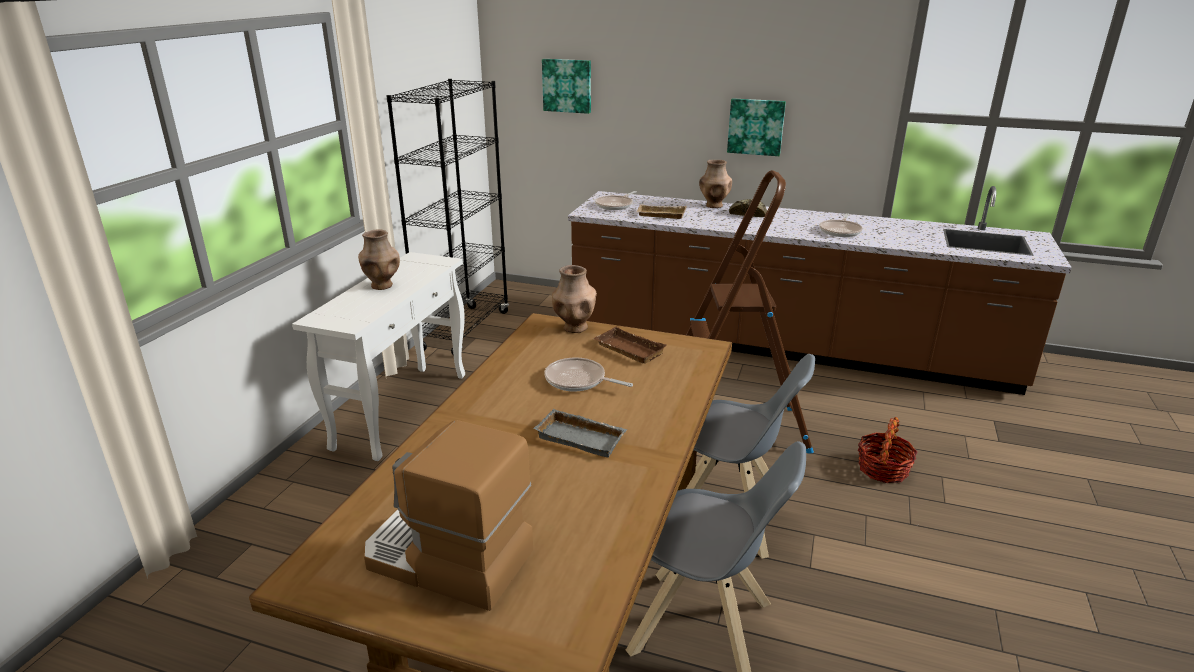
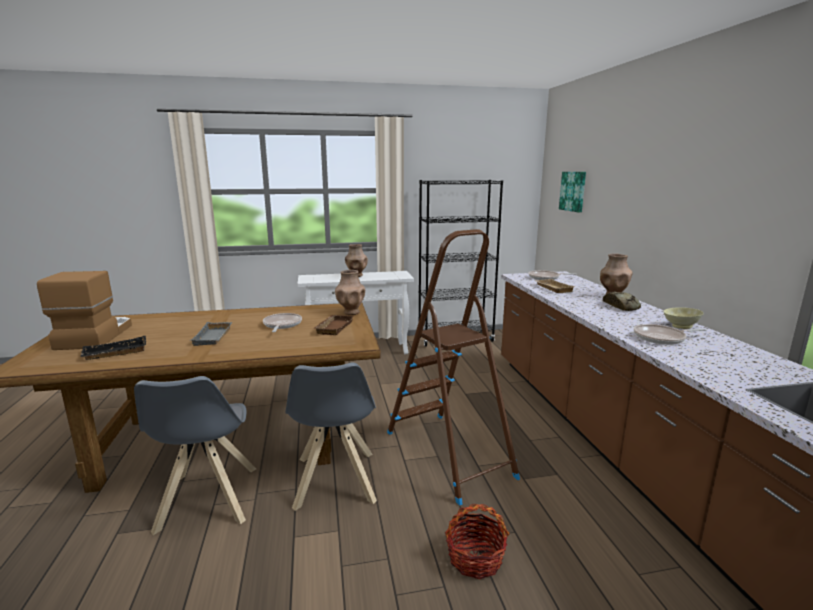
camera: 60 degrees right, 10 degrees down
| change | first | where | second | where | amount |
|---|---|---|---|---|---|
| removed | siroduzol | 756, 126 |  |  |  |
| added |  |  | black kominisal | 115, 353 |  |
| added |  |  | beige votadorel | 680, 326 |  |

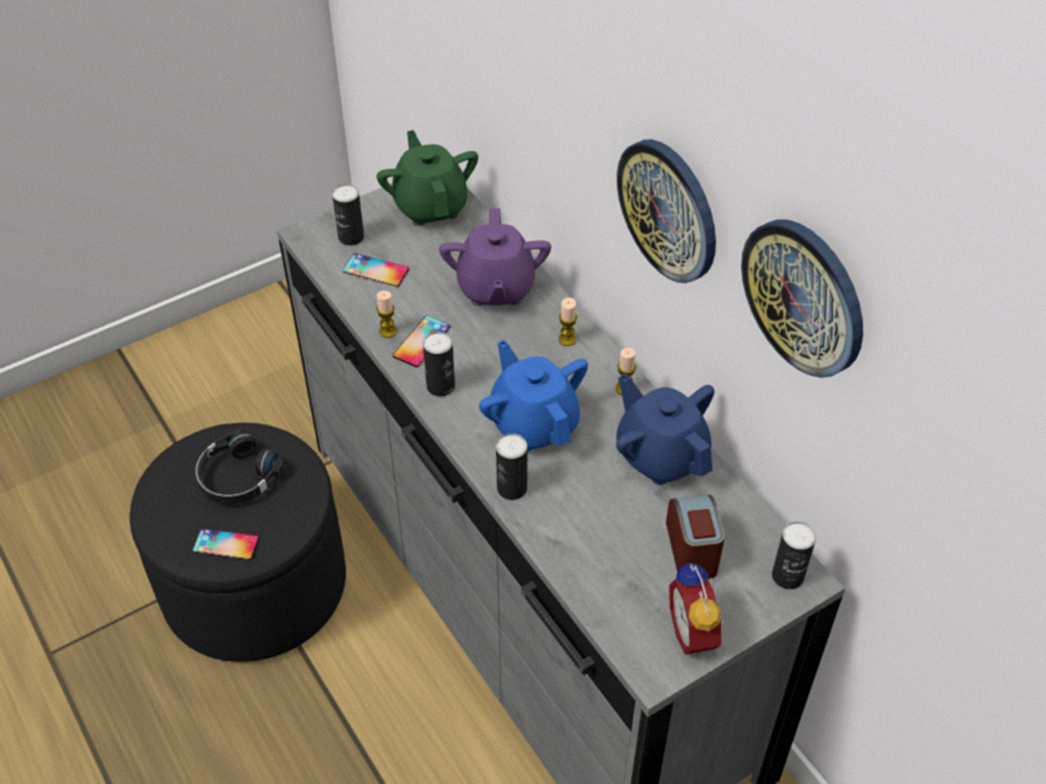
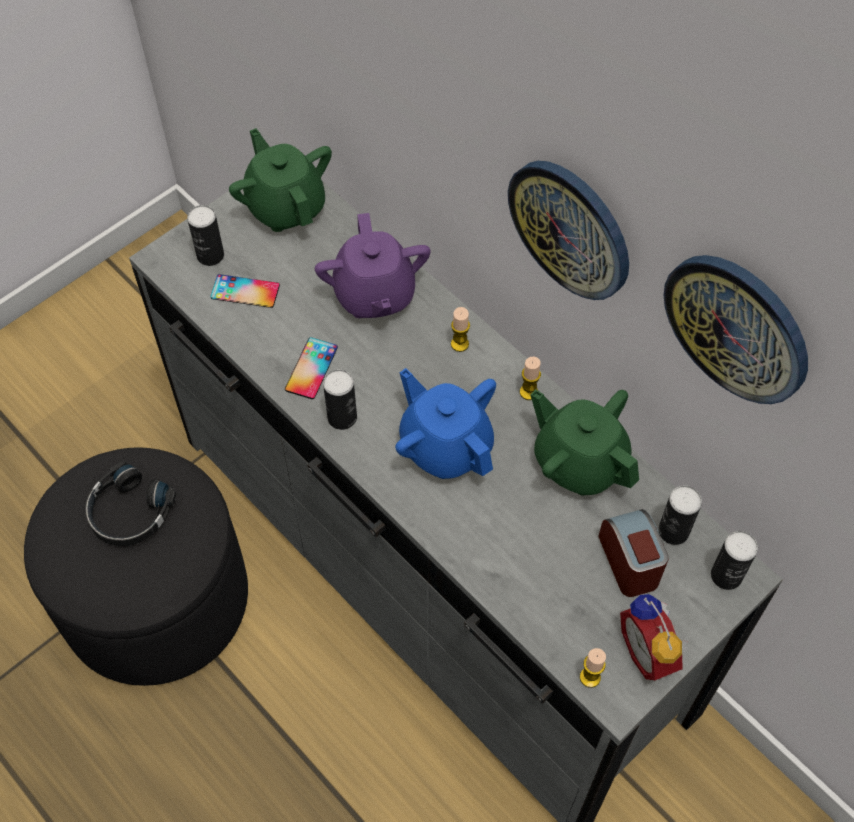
camera: 10 degrees left, 10 degrees up
| change | first | where | second | where | amount |
|---|---|---|---|---|---|
| removed | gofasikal | 226, 544 |  |  |  |
| moved | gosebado | 388, 331 |  | 590, 677 |  |
| moved | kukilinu | 512, 488 |  | 673, 531 |  |
| recoloured | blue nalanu | 661, 455 | green nalanu | 579, 461 |  |

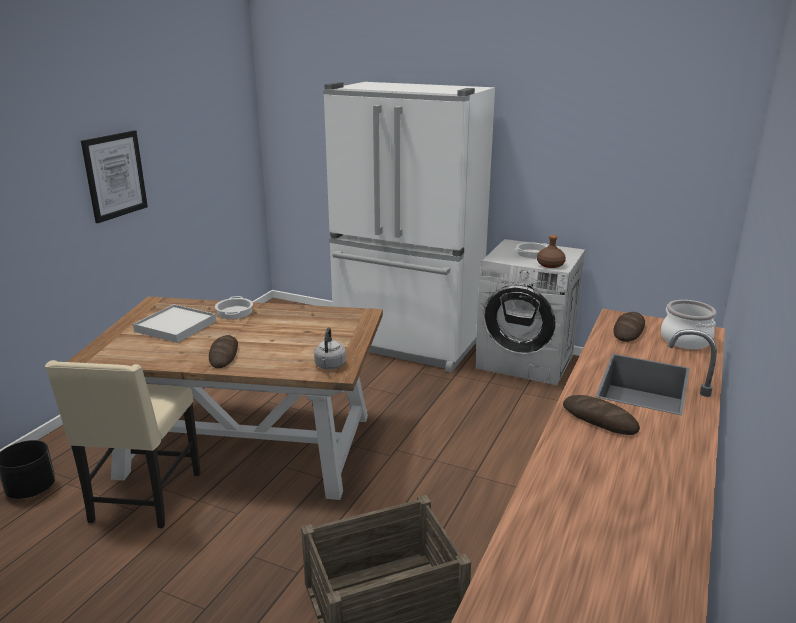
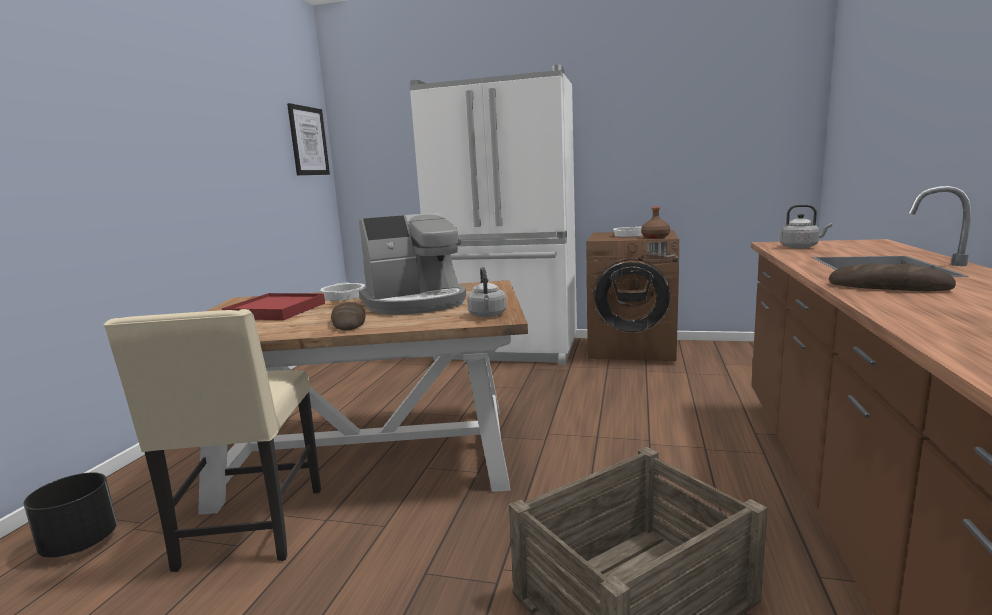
camera: 10 degrees left, 10 degrees down
| change | first | where | second | where | amount |
|---|---|---|---|---|---|
| removed | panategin | 686, 340 |  |  |  |
| added |  |  | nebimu | 416, 303 |  |
| moved | siroduzol | 115, 175 |  | 308, 141 |  |
| replaced | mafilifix | 629, 330 | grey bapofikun | 801, 247 |  |
| recoloured | white kominisal | 175, 326 | red kominisal | 276, 311 |  |
| recoloured | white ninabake | 525, 364 | brown ninabake | 632, 351 |  |

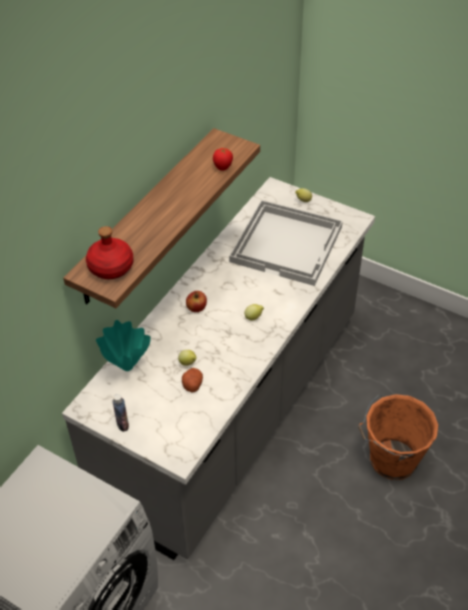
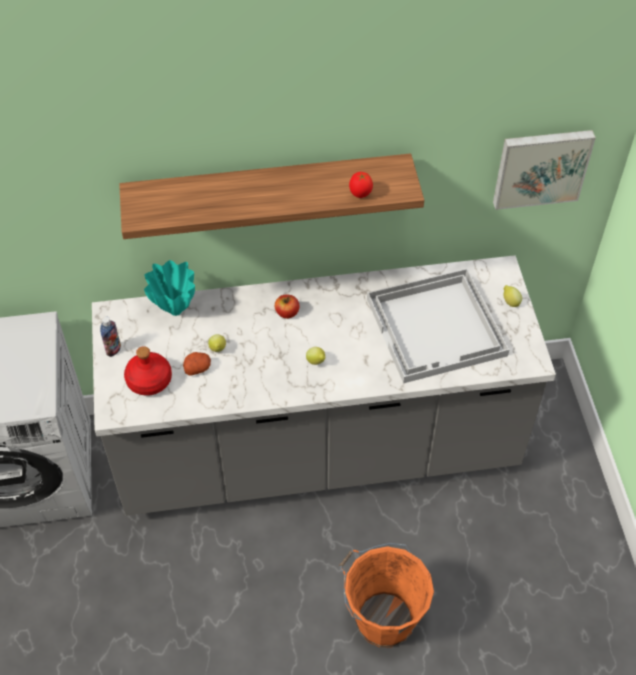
camera: 50 degrees right, 5 degrees up
| change | first | where | second | where | amount |
|---|---|---|---|---|---|
| added |  |  | siroduzol | 541, 167 |  |
| moved | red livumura | 111, 267 |  | 149, 381 |  |

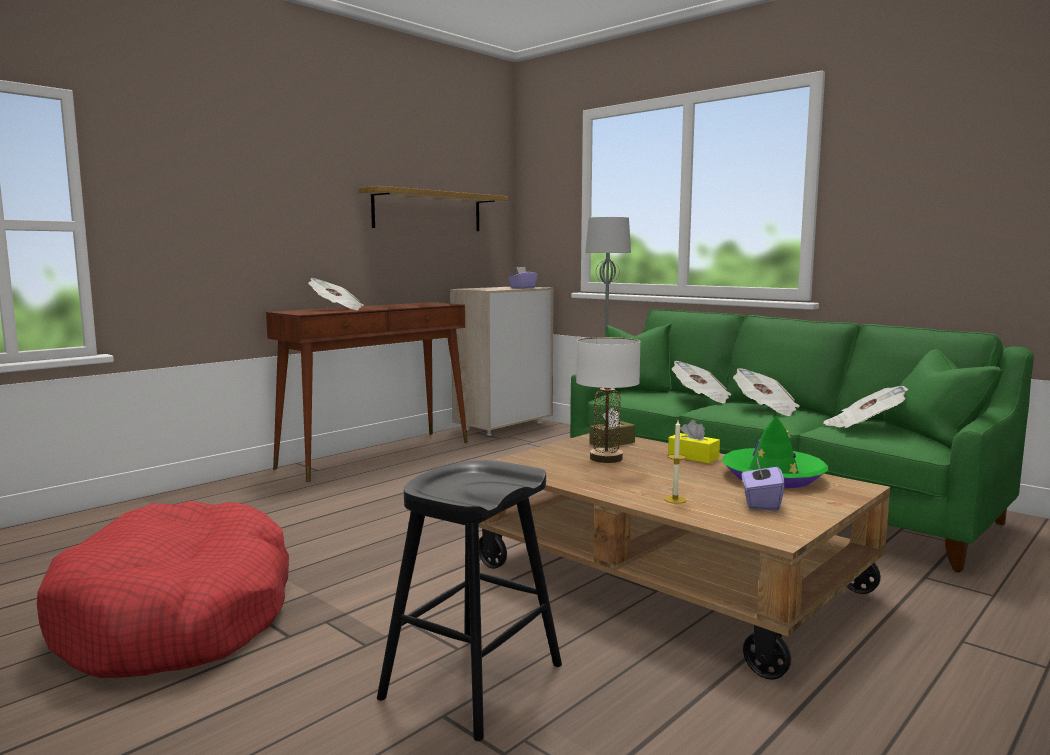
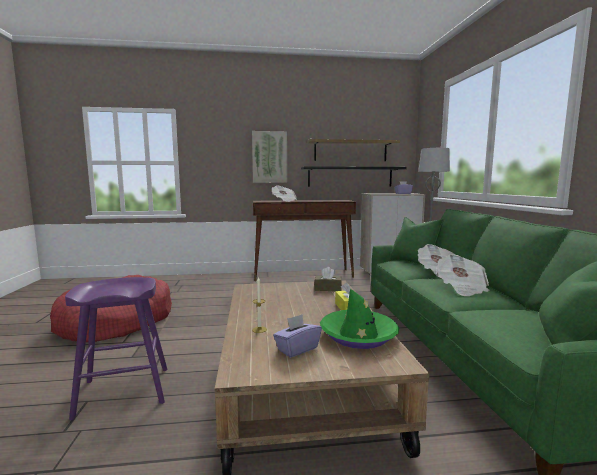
camera: 40 degrees right, 0 degrees up
| change | first | where | second | where | amount |
|---|---|---|---|---|---|
| removed | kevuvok | 606, 458 |  |  |  |
| removed | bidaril | 863, 427 |  |  |  |
| added |  |  | siroduzol | 269, 157 |  |
| added |  |  | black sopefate | 350, 177 |  |
| recoloured | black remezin | 472, 682 | purple remezin | 123, 392 |  |

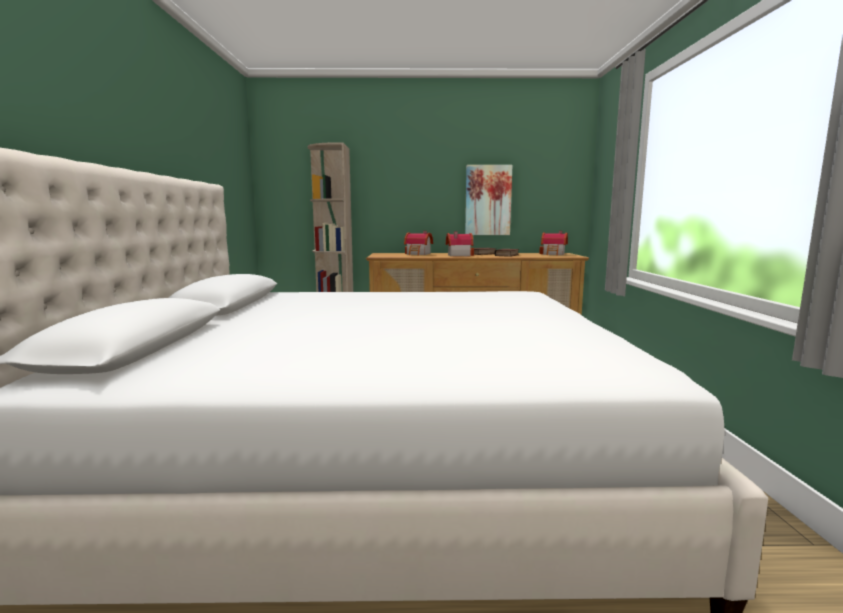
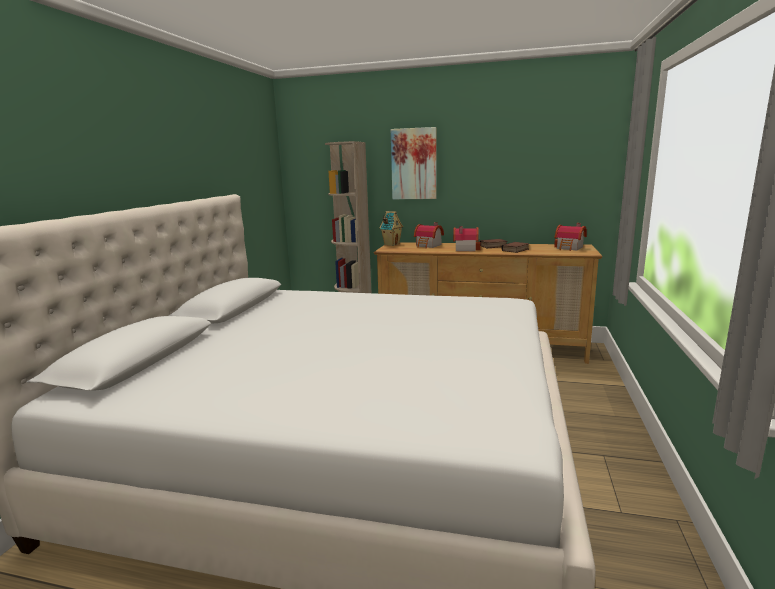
camera: 15 degrees right, 5 degrees up
| change | first | where | second | where | amount |
|---|---|---|---|---|---|
| added |  |  | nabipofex | 391, 244 |  |
| moved | siroduzol | 488, 200 |  | 414, 164 |  |

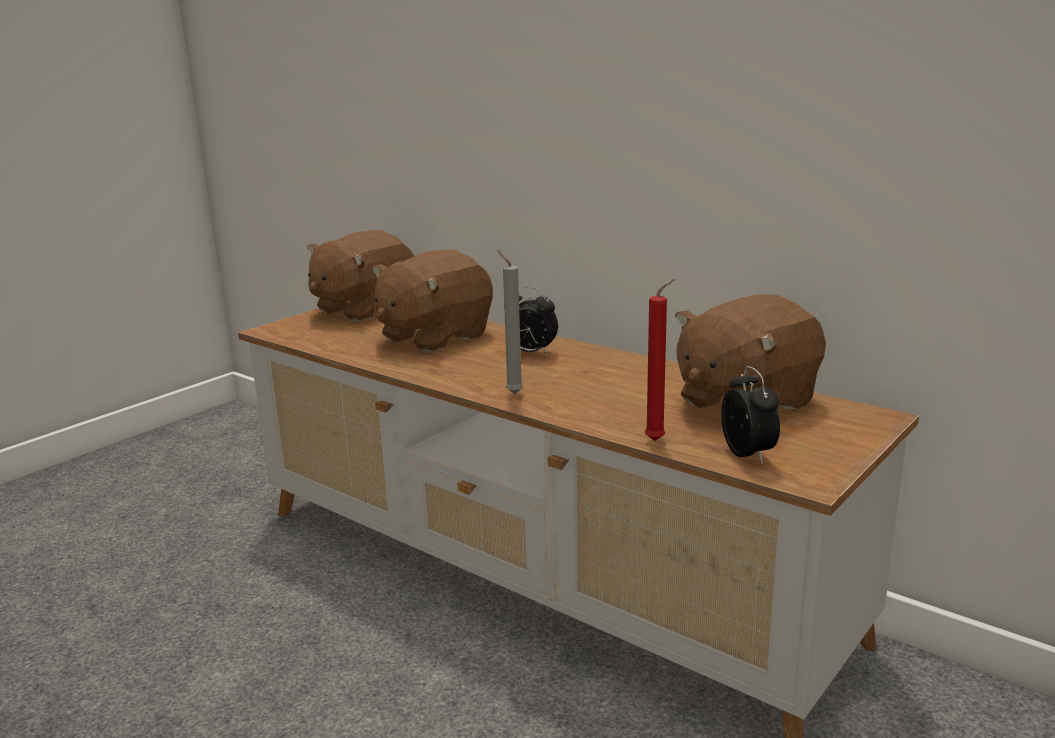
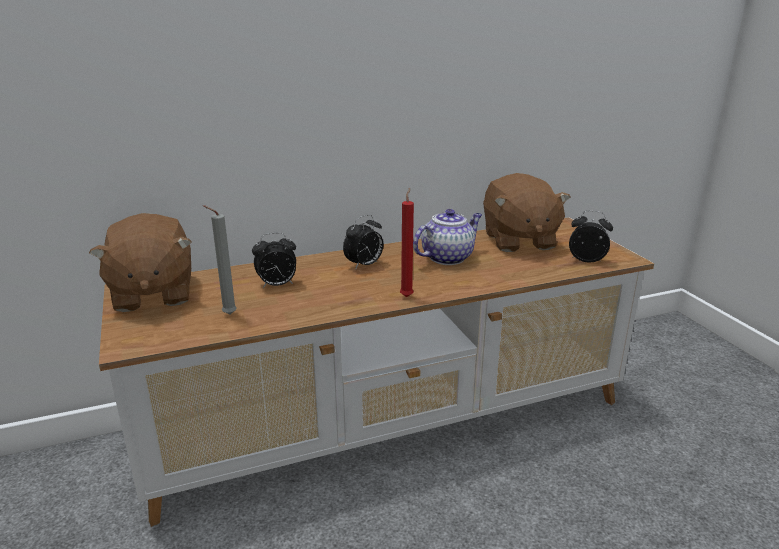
camera: 60 degrees left, 5 degrees up
| change | first | where | second | where | amount |
|---|---|---|---|---|---|
| added |  |  | nalanu | 447, 257 |  |
| moved | grey gosebado | 512, 393 |  | 227, 314 |  |
| moved | red gosebado | 658, 440 |  | 407, 296 |  |
| replaced | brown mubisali | 433, 337 | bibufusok | 277, 285 |  |

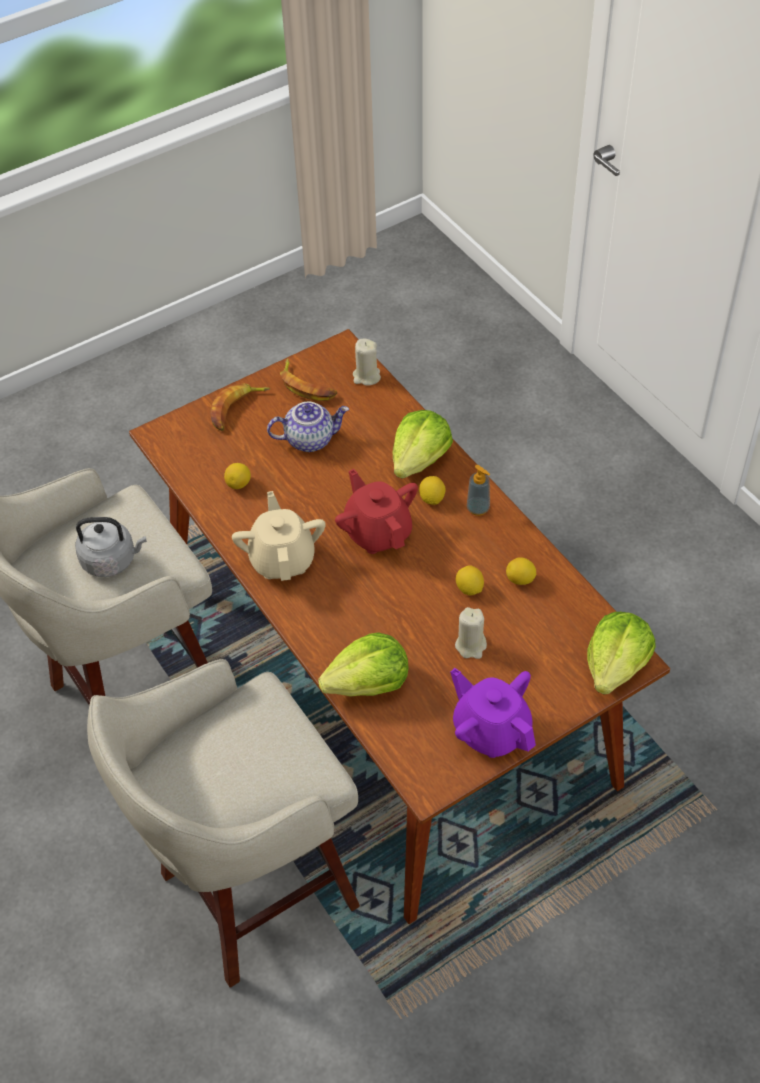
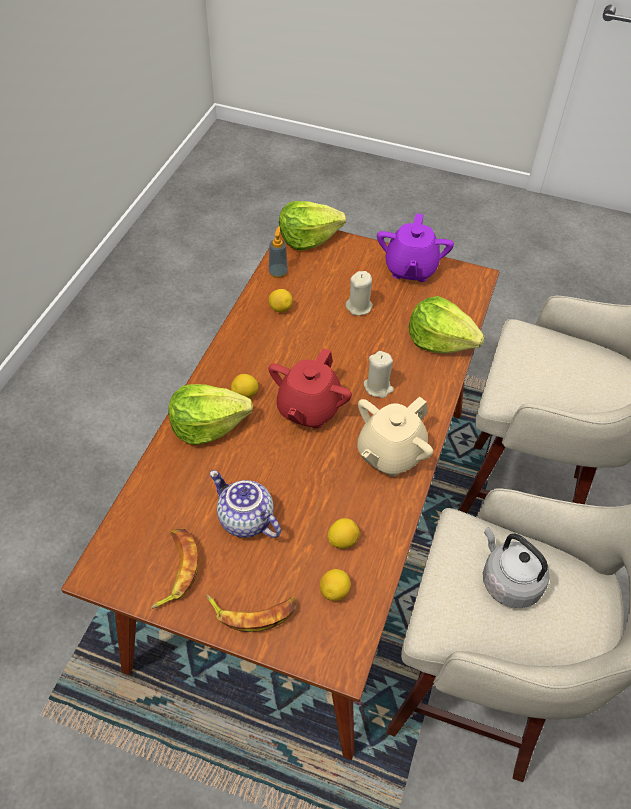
camera: 130 degrees left, 0 degrees up
| change | first | where | second | where | amount |
|---|---|---|---|---|---|
| moved | beige gosebado | 366, 376 |  | 378, 387 |  |
| moved | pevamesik | 469, 589 |  | 334, 591 |  |
| moved | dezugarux | 478, 508 |  | 278, 273 |  |

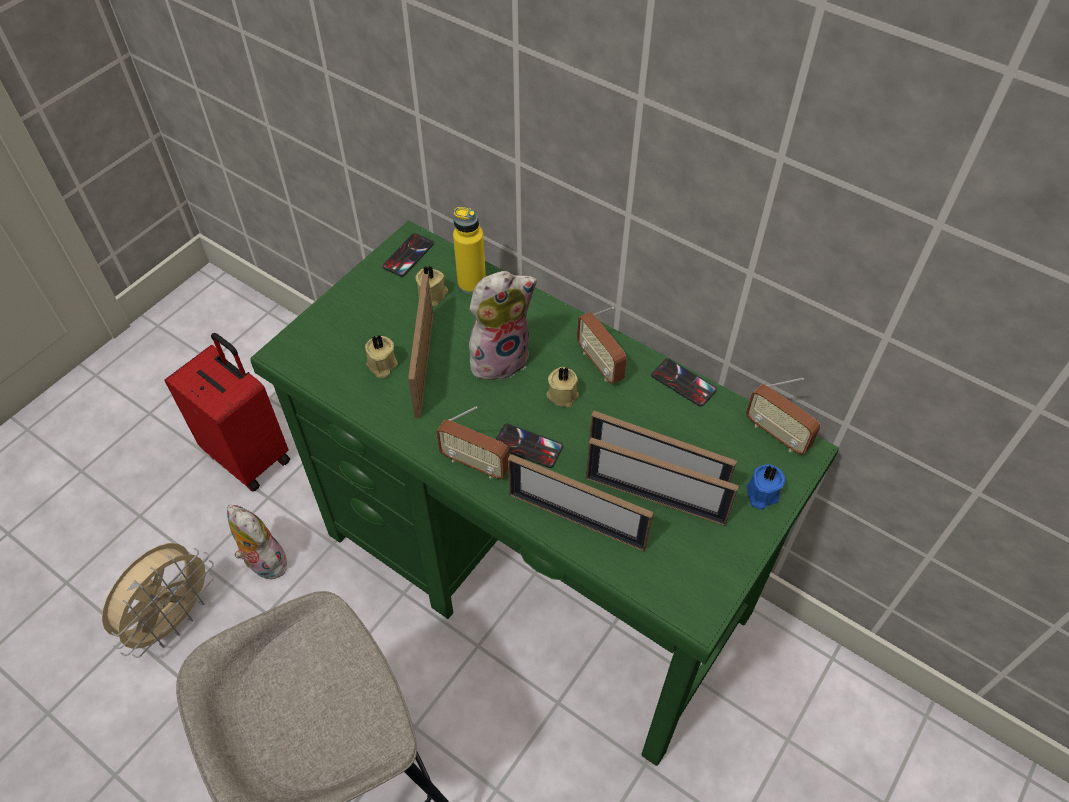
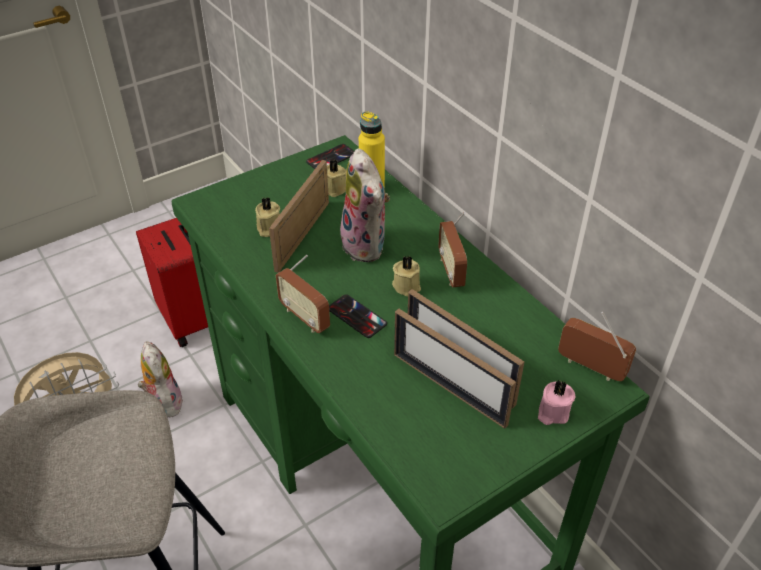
camera: 20 degrees right, 10 degrees down
| change | first | where | second | where | amount |
|---|---|---|---|---|---|
| removed | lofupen | 576, 520 |  |  |  |
| removed | gofasikal | 683, 383 |  |  |  |
| recoloured | blue gosebado | 761, 494 | pink gosebado | 552, 412 |  |
| turned | mubisali | 500, 357 |  | 367, 246 | 75 degrees clockwise |
| turned | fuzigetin | 776, 434 |  | 590, 367 | 150 degrees clockwise |

